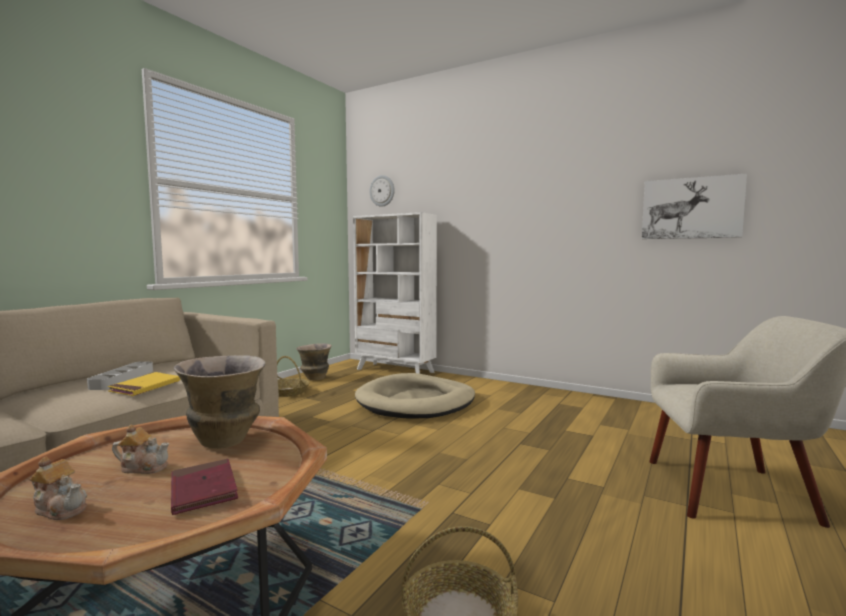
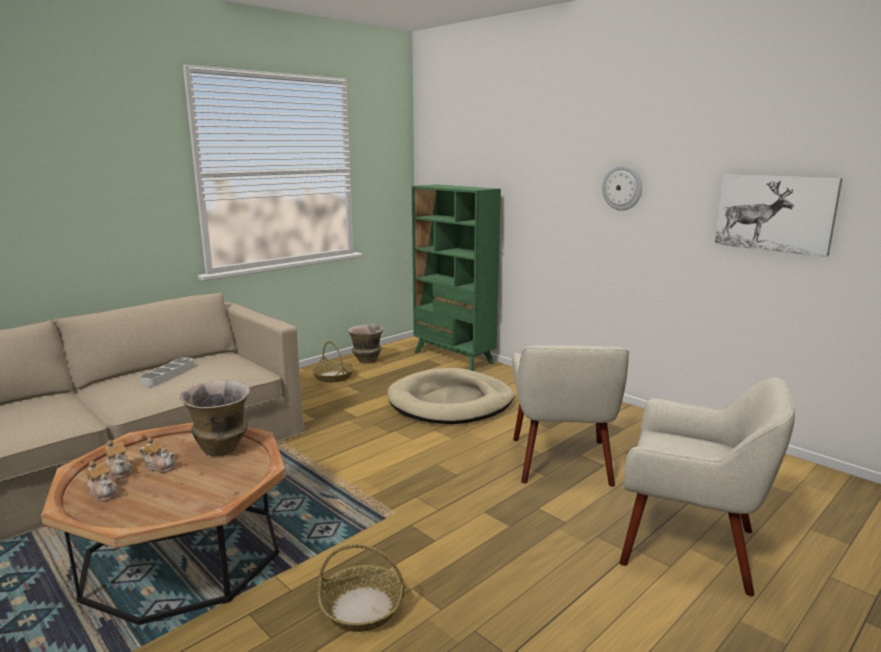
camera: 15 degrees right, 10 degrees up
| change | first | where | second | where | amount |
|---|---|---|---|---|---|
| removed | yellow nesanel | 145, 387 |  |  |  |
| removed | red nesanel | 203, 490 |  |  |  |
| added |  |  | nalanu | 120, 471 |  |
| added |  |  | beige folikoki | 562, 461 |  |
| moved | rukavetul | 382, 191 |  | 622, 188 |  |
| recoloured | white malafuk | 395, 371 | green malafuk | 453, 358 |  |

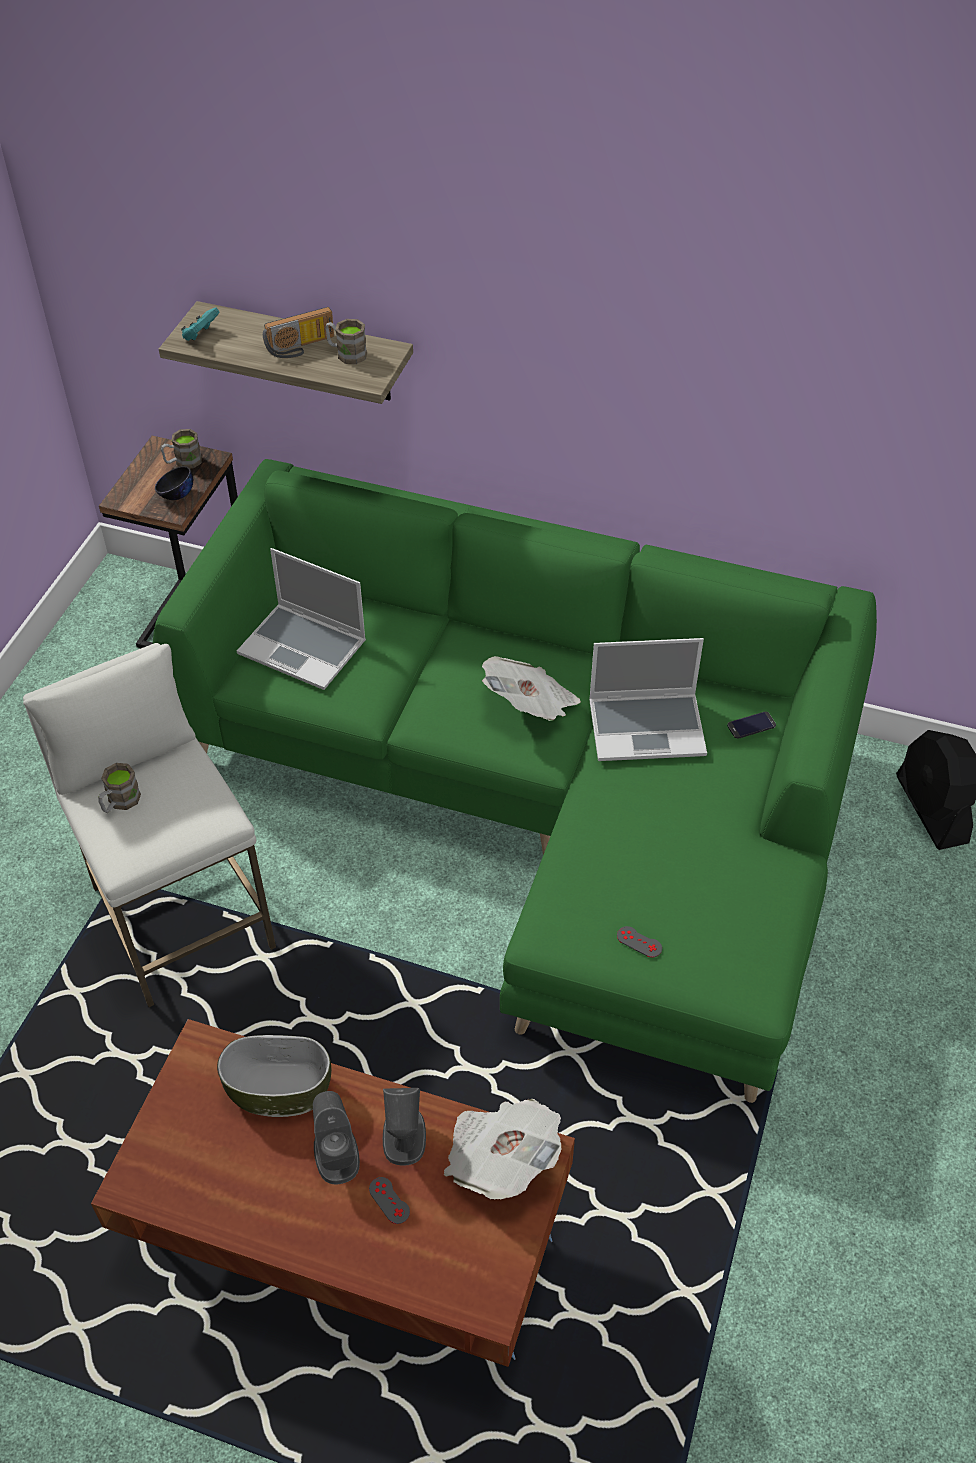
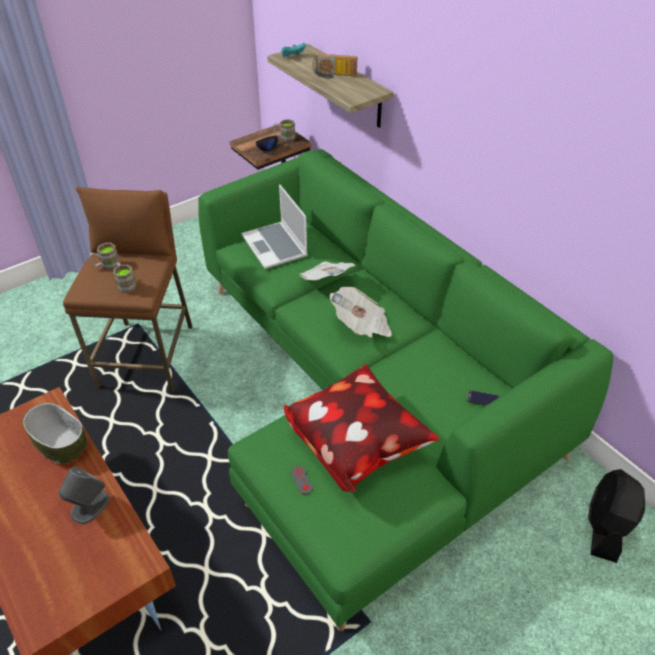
camera: 35 degrees right, 5 degrees down
| change | first | where | second | where | amount |
|---|---|---|---|---|---|
| removed | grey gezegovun | 336, 1153 |  |  |  |
| removed | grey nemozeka | 389, 1200 |  |  |  |
| removed | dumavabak | 648, 727 |  |  |  |
| added |  |  | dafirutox | 357, 444 |  |
| moved | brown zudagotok | 346, 353 |  | 125, 284 |  |
| moved | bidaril | 500, 1158 |  | 326, 281 |  |
| recoloured | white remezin | 180, 917 | brown remezin | 147, 356 |  |

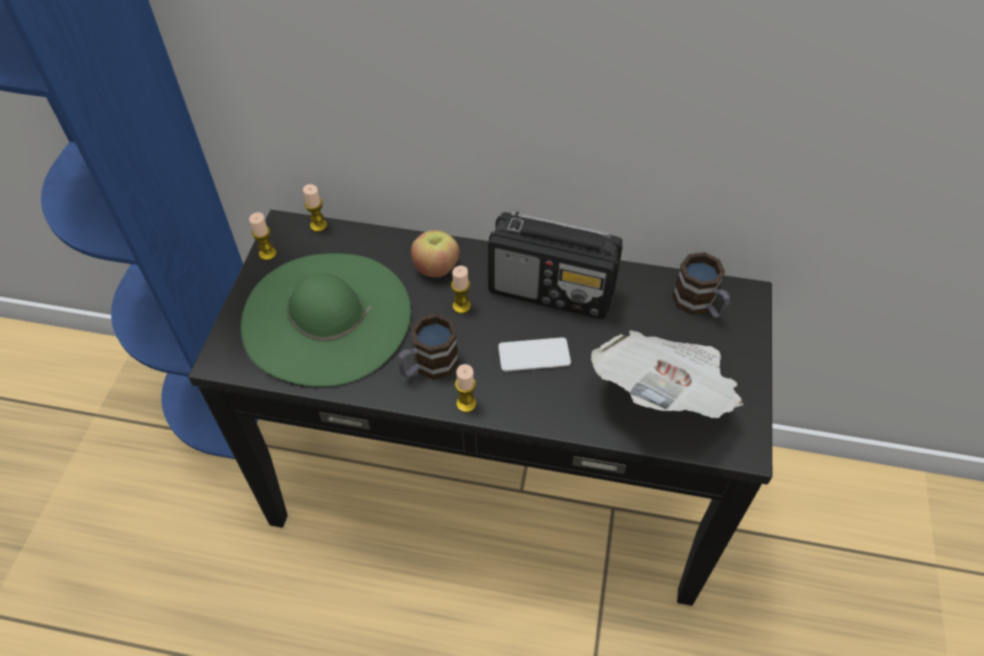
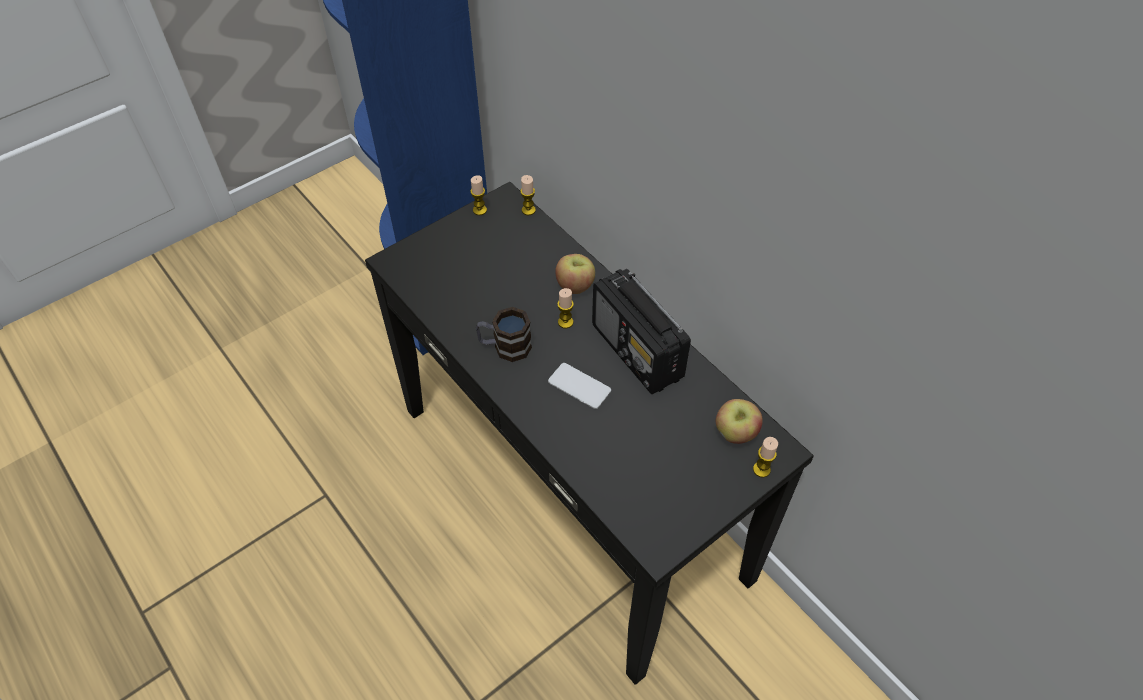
camera: 40 degrees right, 0 degrees up
| change | first | where | second | where | amount |
|---|---|---|---|---|---|
| removed | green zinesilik | 326, 317 |  |  |  |
| removed | bidaril | 664, 393 |  |  |  |
| moved | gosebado | 466, 404 |  | 761, 469 |  |
| replaced | zudagotok | 699, 305 | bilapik | 735, 433 |  |

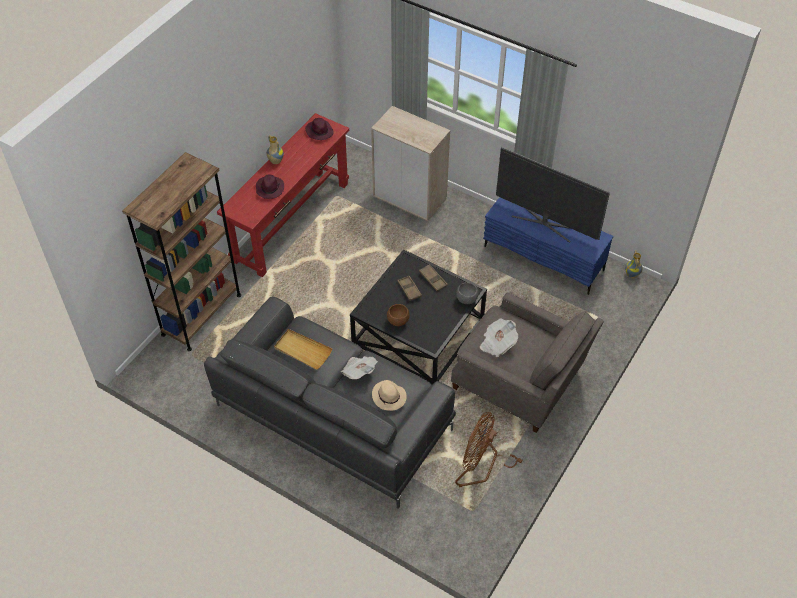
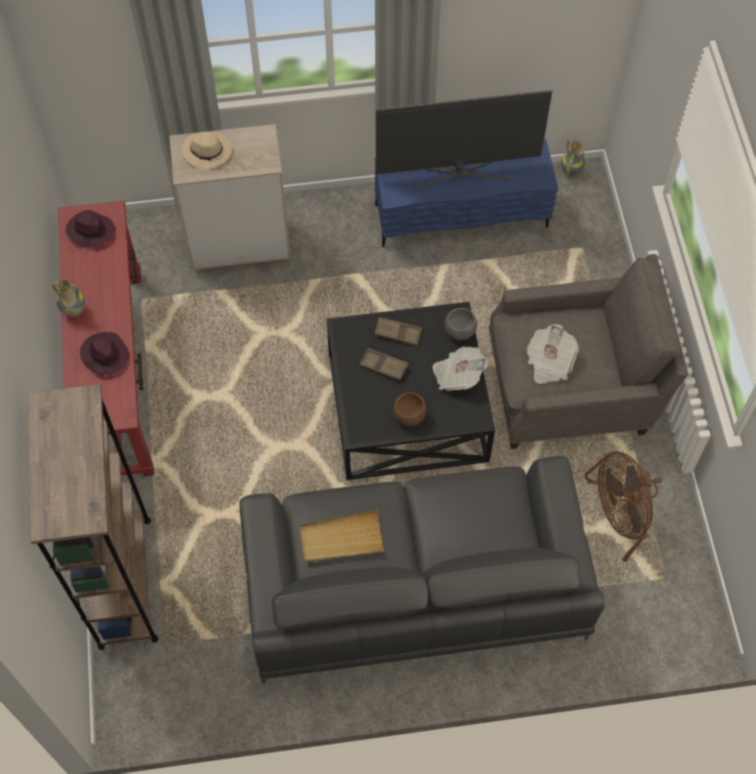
camera: 40 degrees left, 10 degrees up
| change | first | where | second | where | amount |
|---|---|---|---|---|---|
| moved | bidaril | 359, 372 |  | 457, 375 |  |
| moved | beige zinesilik | 389, 397 |  | 208, 152 |  |

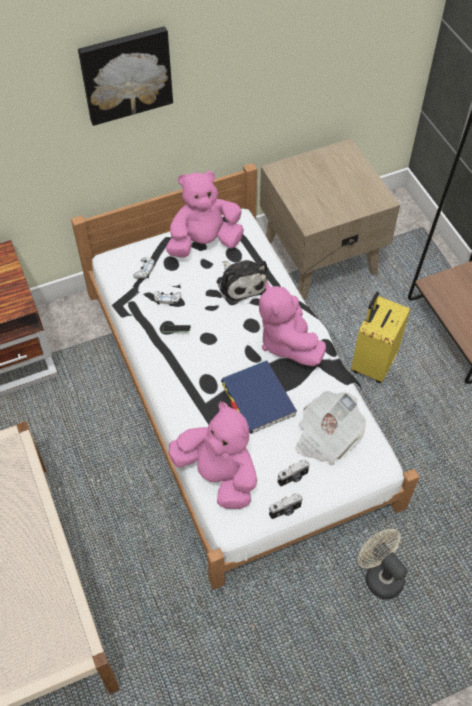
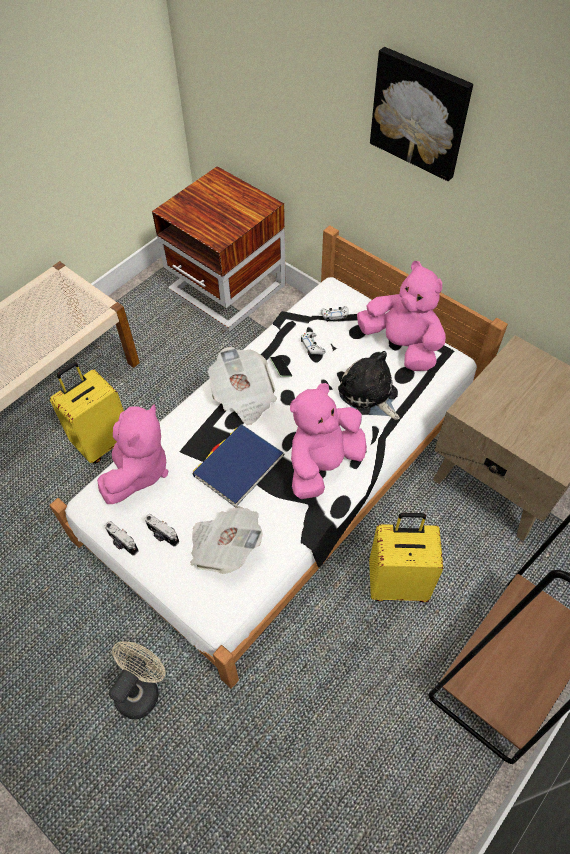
camera: 65 degrees right, 0 degrees up
| change | first | where | second | where | amount |
|---|---|---|---|---|---|
| added |  |  | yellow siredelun | 103, 441 |  |
| added |  |  | bidaril | 244, 396 |  |
| turned | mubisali | 241, 284 |  | 369, 395 | 105 degrees clockwise |

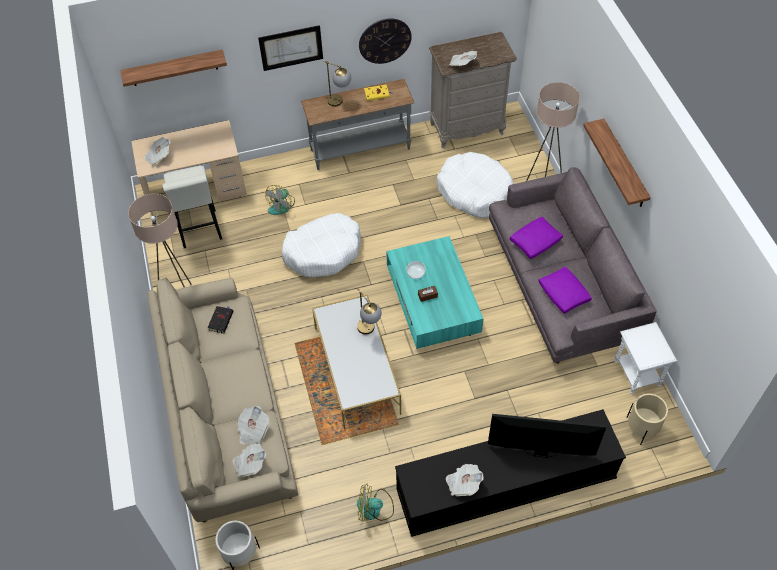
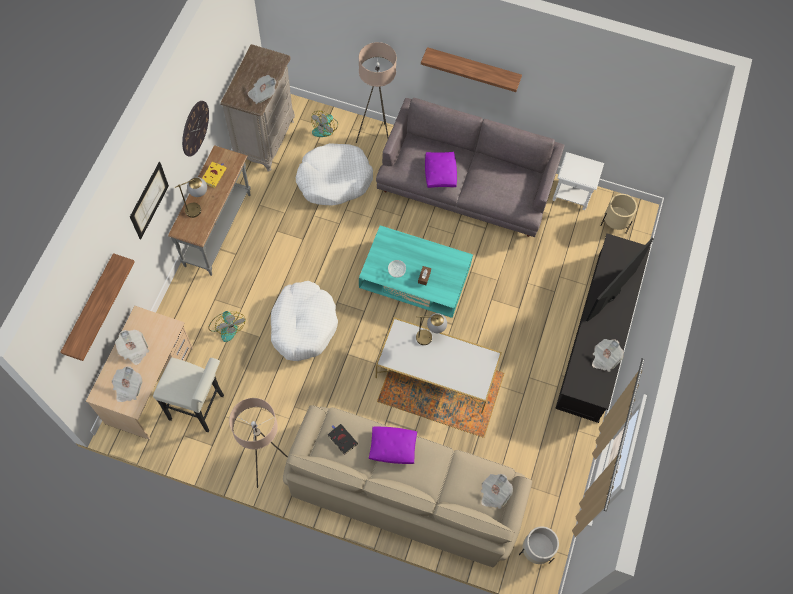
camera: 60 degrees left, 10 degrees up
| change | first | where | second | where | amount |
|---|---|---|---|---|---|
| moved | bidaril | 253, 430 |  | 134, 350 |  |
| moved | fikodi | 374, 508 |  | 325, 128 |  |
| moved | purple dafirutox | 563, 293 |  | 392, 447 |  |

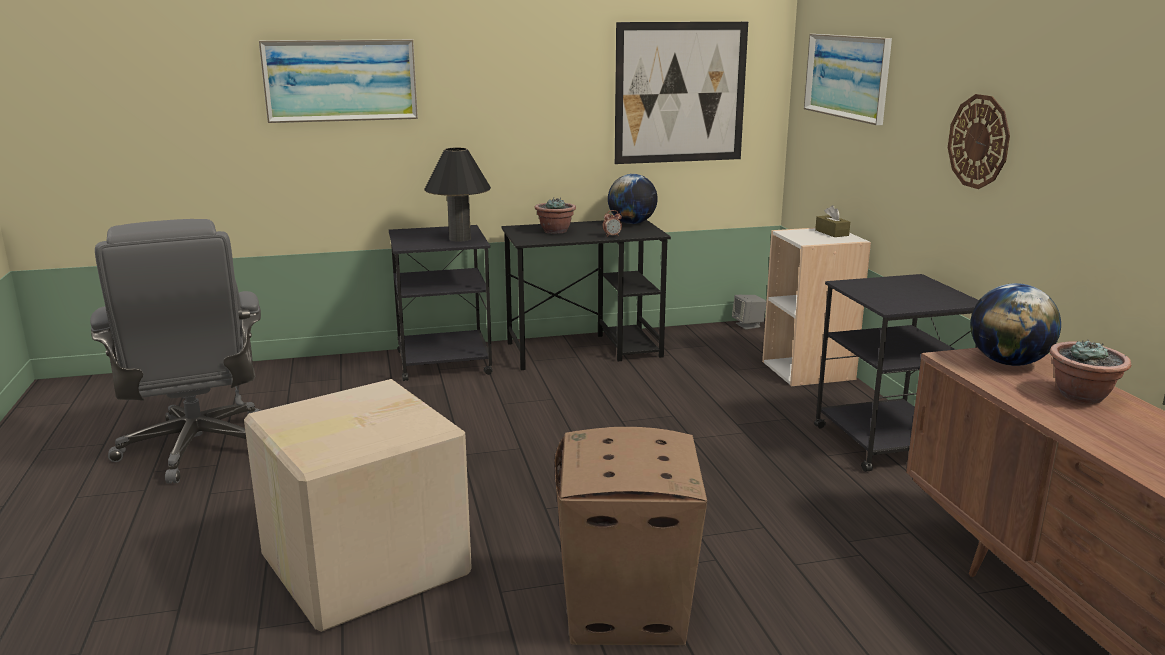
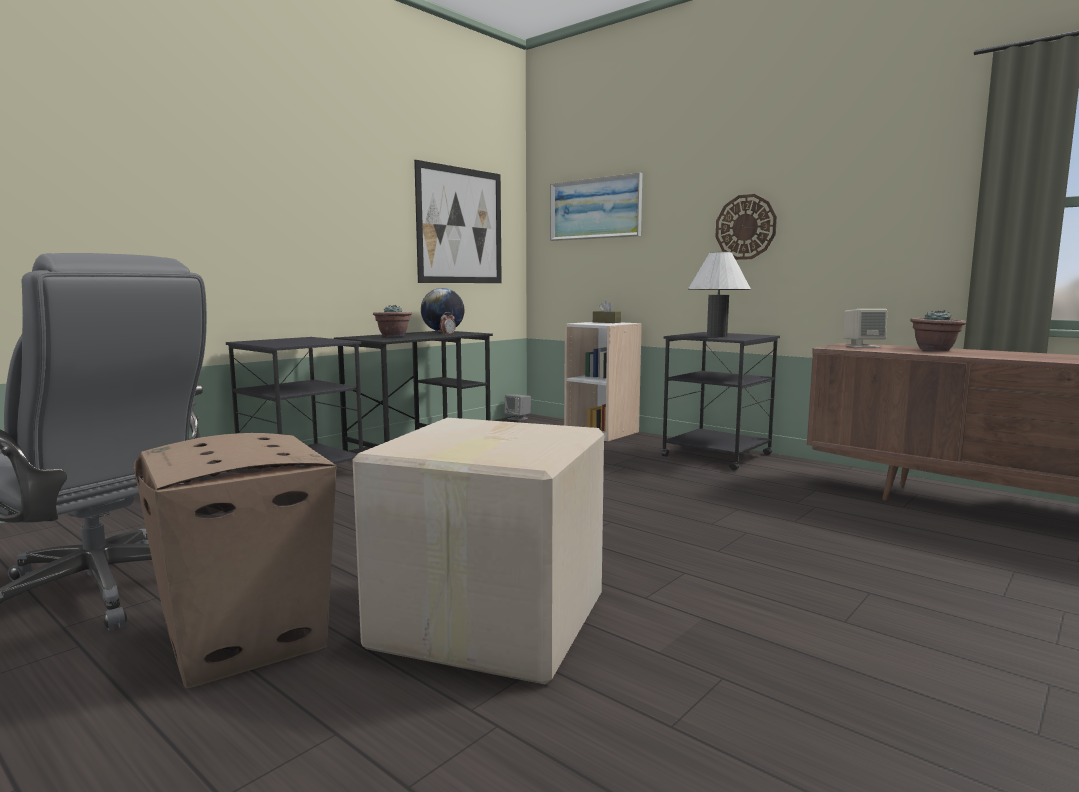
camera: 35 degrees left, 10 degrees down
| change | first | where | second | where | amount |
|---|---|---|---|---|---|
| removed | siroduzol | 340, 80 |  |  |  |
| removed | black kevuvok | 460, 238 |  |  |  |
| added |  |  | white kevuvok | 717, 336 |  |
| moved | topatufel | 626, 611 |  | 247, 640 |  |
| replaced | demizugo | 1008, 362 | beige gezegovun | 862, 346 |  |

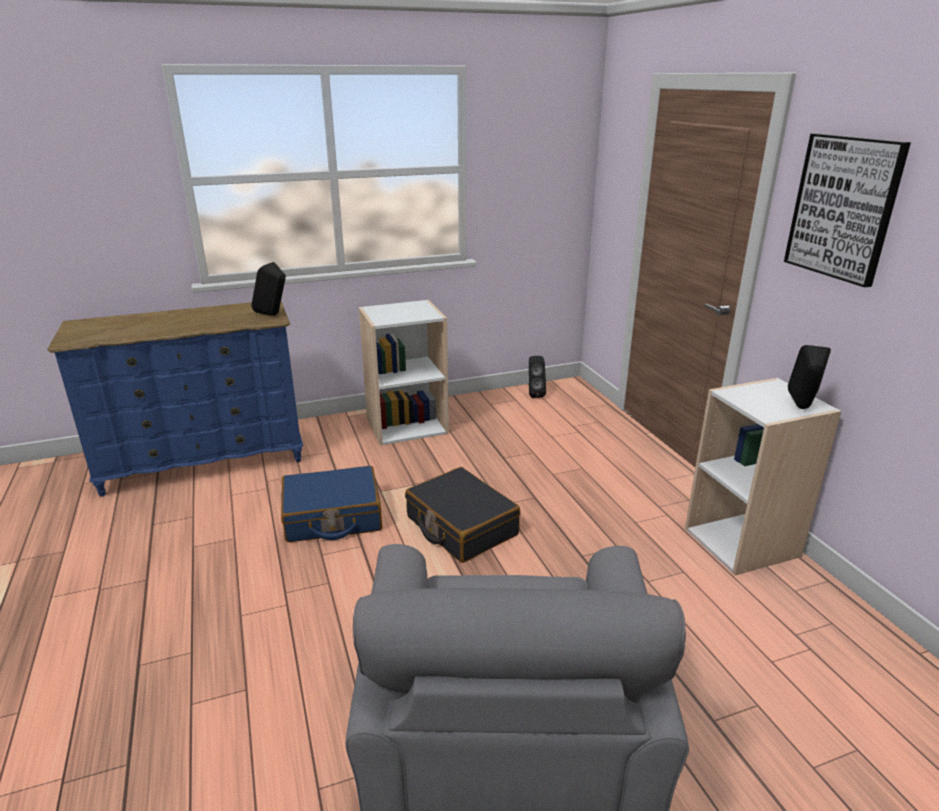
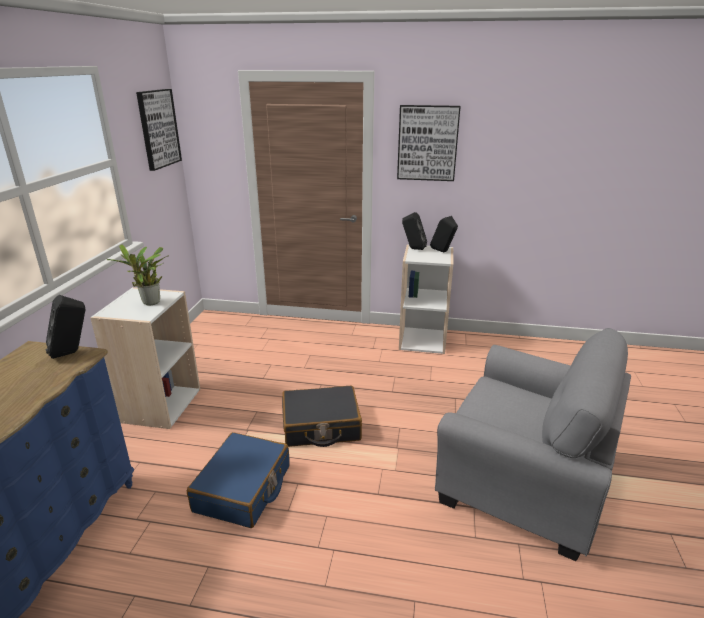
camera: 60 degrees left, 0 degrees up
| change | first | where | second | where | amount |
|---|---|---|---|---|---|
| added |  |  | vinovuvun | 150, 303 |  |
| added |  |  | siroduzol | 158, 128 |  |
| moved | black gezegovun | 534, 394 |  | 413, 249 |  |

